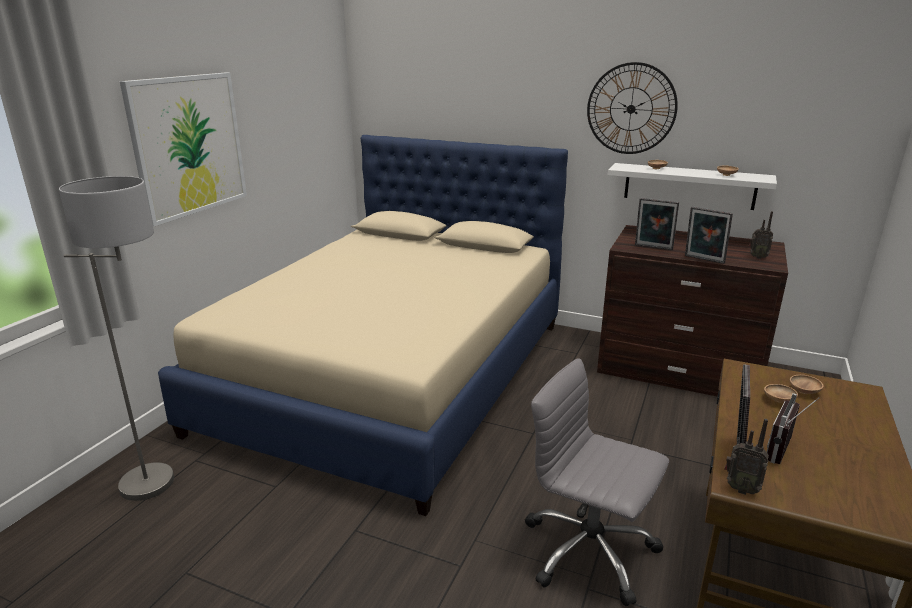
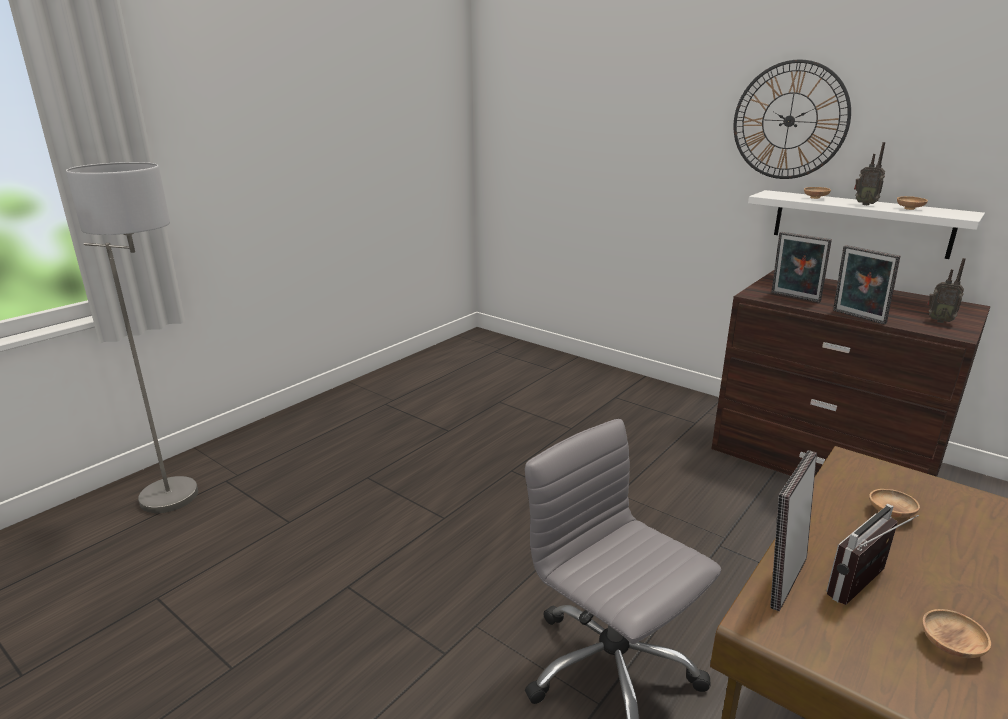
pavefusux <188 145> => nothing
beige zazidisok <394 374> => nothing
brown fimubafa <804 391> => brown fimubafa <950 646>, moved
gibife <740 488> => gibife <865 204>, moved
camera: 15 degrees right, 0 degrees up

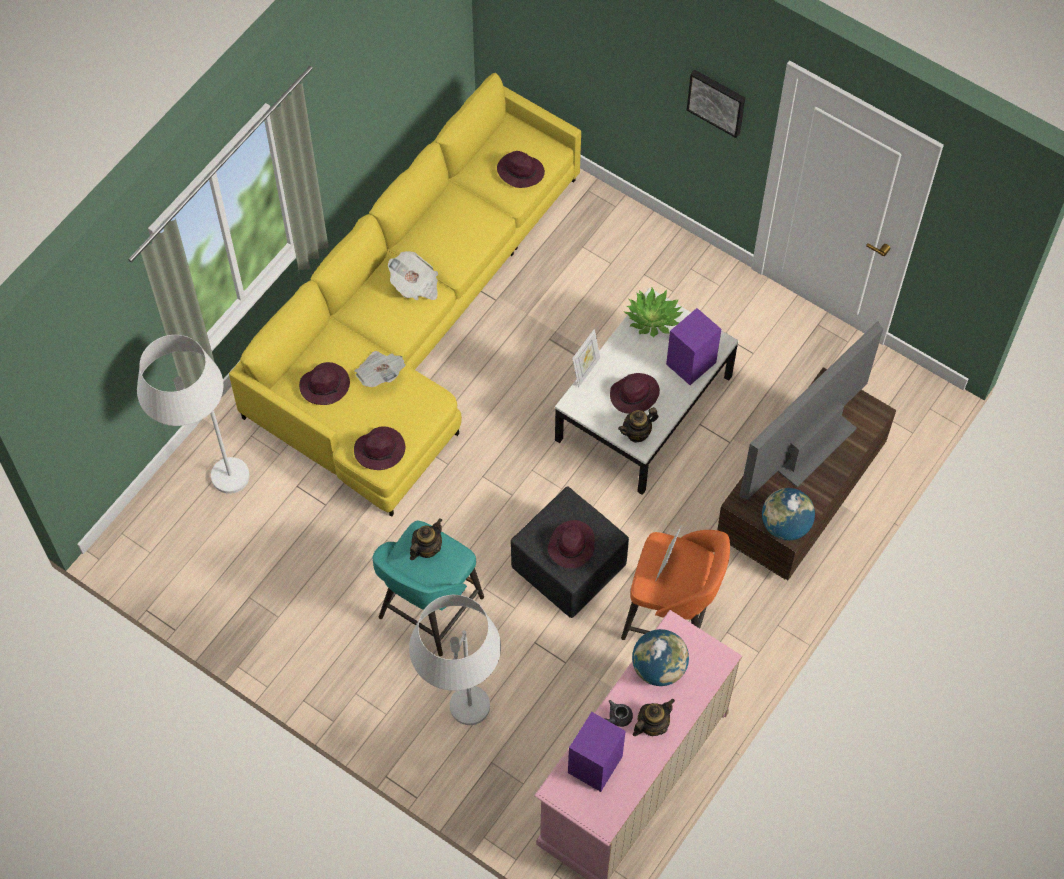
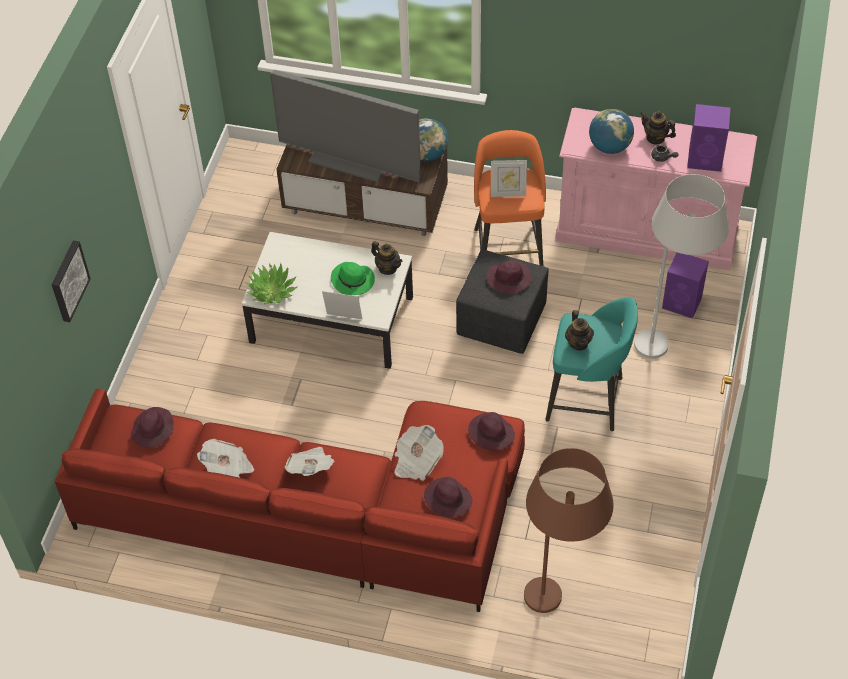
pavefusux <717 101> => pavefusux <68 280>, moved
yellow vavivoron <413 321> => red vavivoron <315 514>
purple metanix <690 364> => purple metanix <682 303>, moved
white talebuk <210 485> => brown talebuk <559 608>
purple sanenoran <634 395> => green sanenoran <353 281>
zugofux <426 548> => zugofux <578 342>, 120 degrees counterclockwise
nothing => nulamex <228 468>
camera: 110 degrees left, 10 degrees down

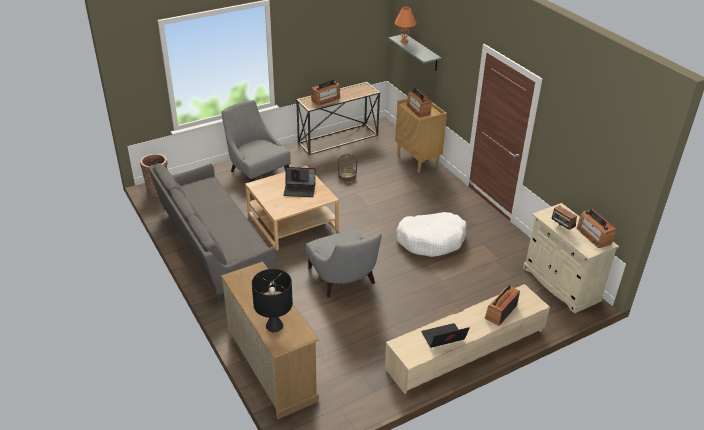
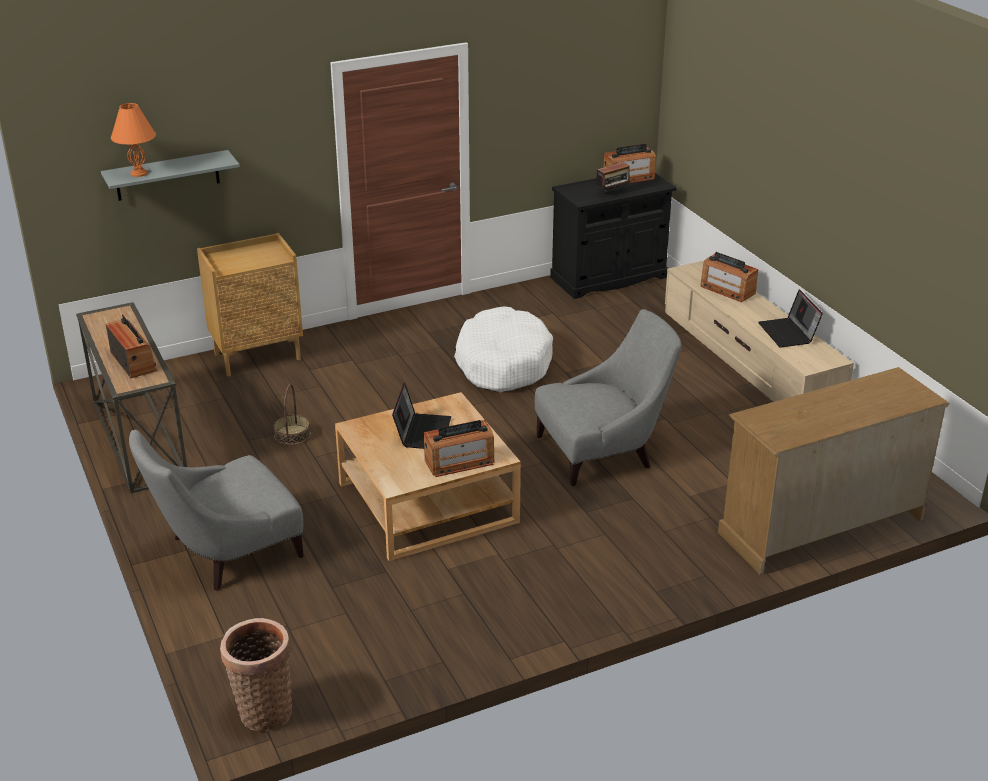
gibife <418 110> => gibife <459 462>, moved
grey vavivoron <213 246> => nothing
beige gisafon <561 284> => black gisafon <609 277>
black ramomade <274 327> => nothing
camera: 85 degrees left, 5 degrees down

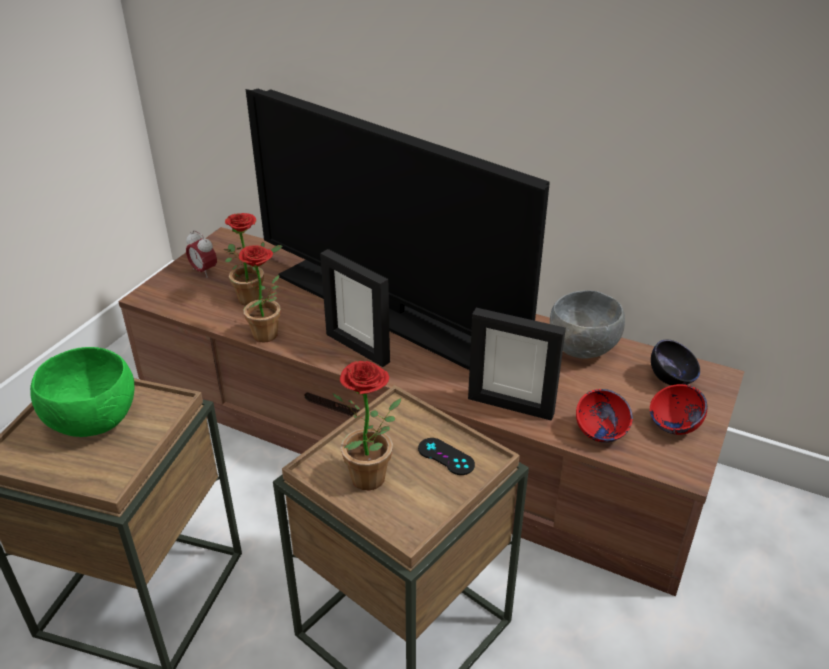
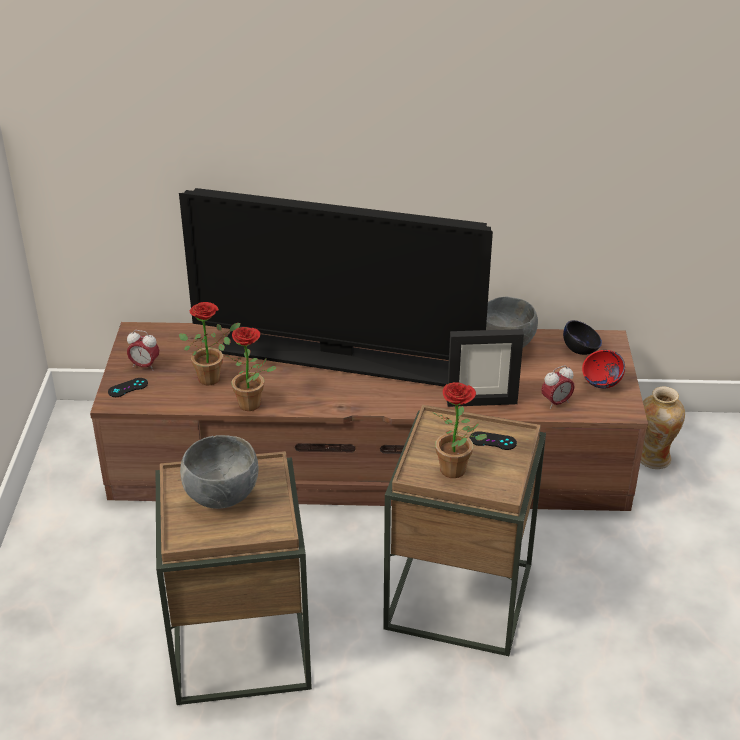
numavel <358 347> => nothing
green fimubafa <92 422> => grey fimubafa <221 496>
red fimubafa <600 433> => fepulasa <556 403>
nothing => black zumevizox <128 388>
nothing => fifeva <654 459>
camera: 25 degrees left, 0 degrees up

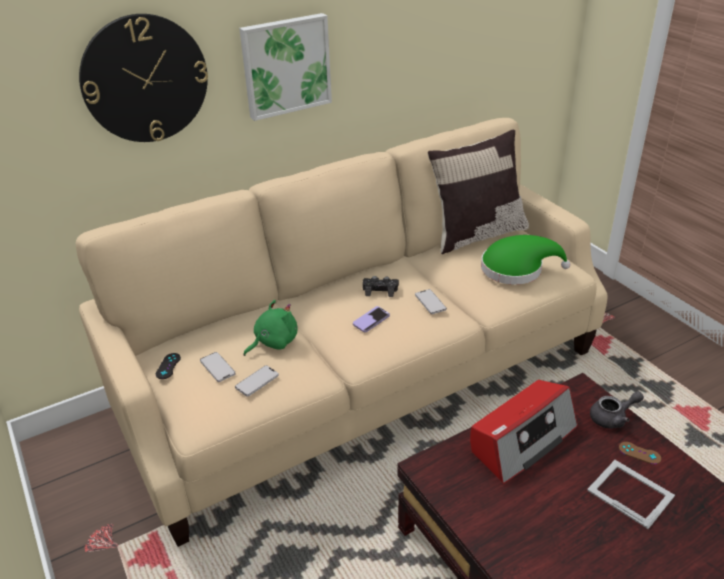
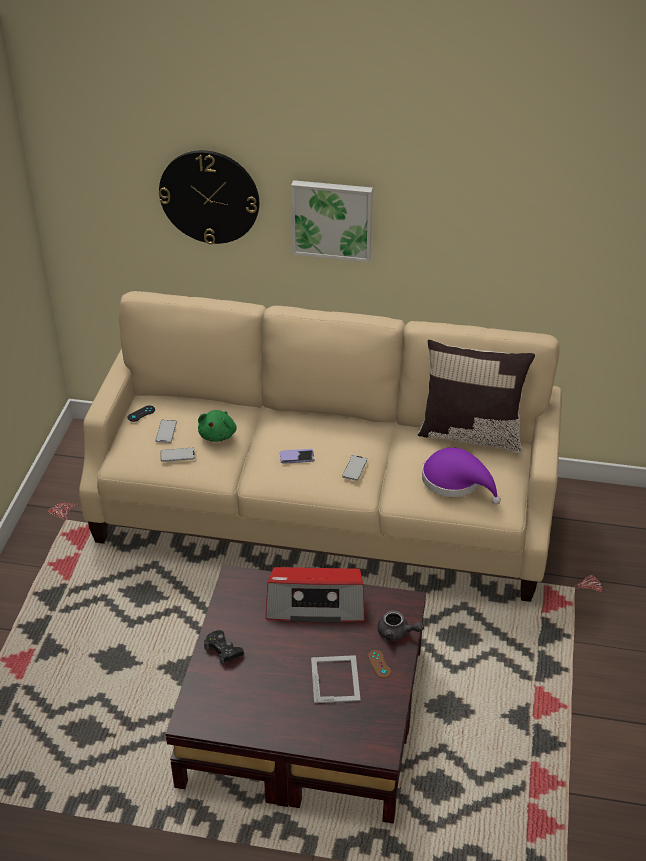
green sanenoran <516 269> => purple sanenoran <456 481>
black zumevizox <380 290> => black zumevizox <223 650>, moved
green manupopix <273 342> => green manupopix <218 435>, 105 degrees clockwise
camera: 40 degrees right, 5 degrees up

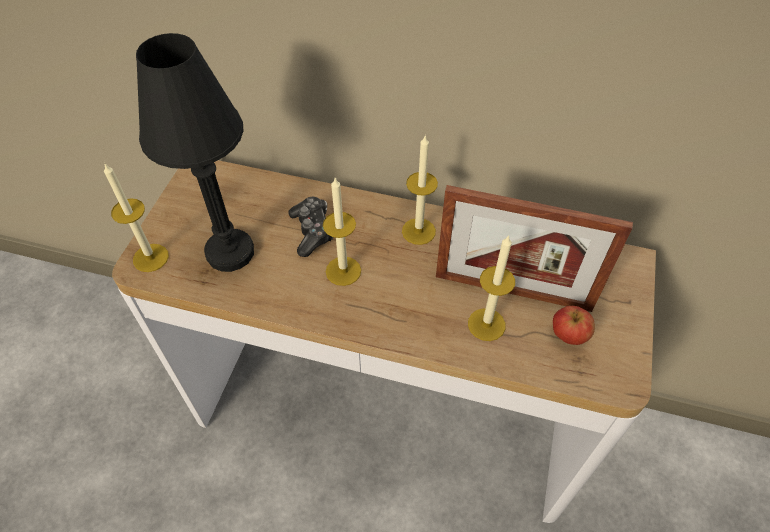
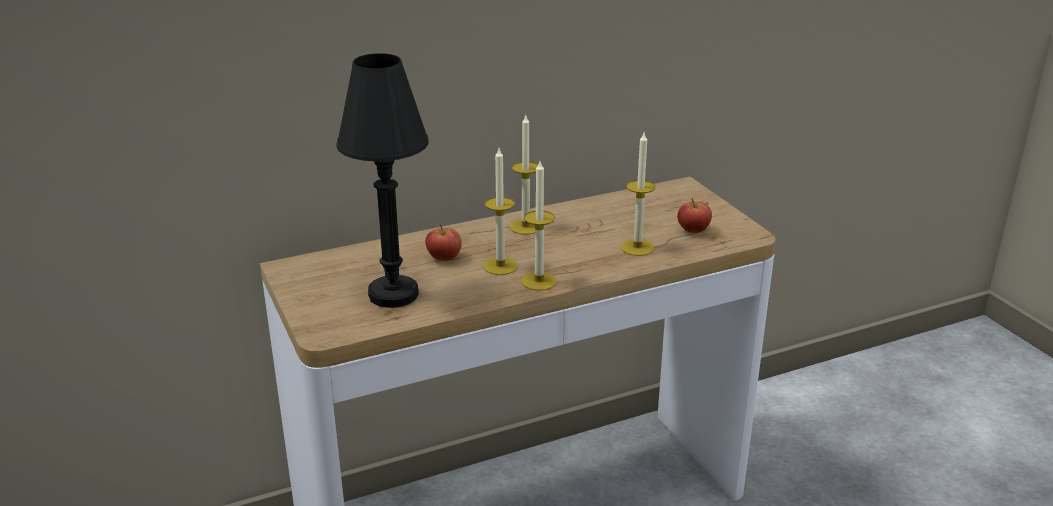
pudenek <150 258> => pudenek <539 281>, moved
numavel <512 291> => nothing
zumevizox <312 231> => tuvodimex <444 258>
camera: 40 degrees left, 25 degrees down

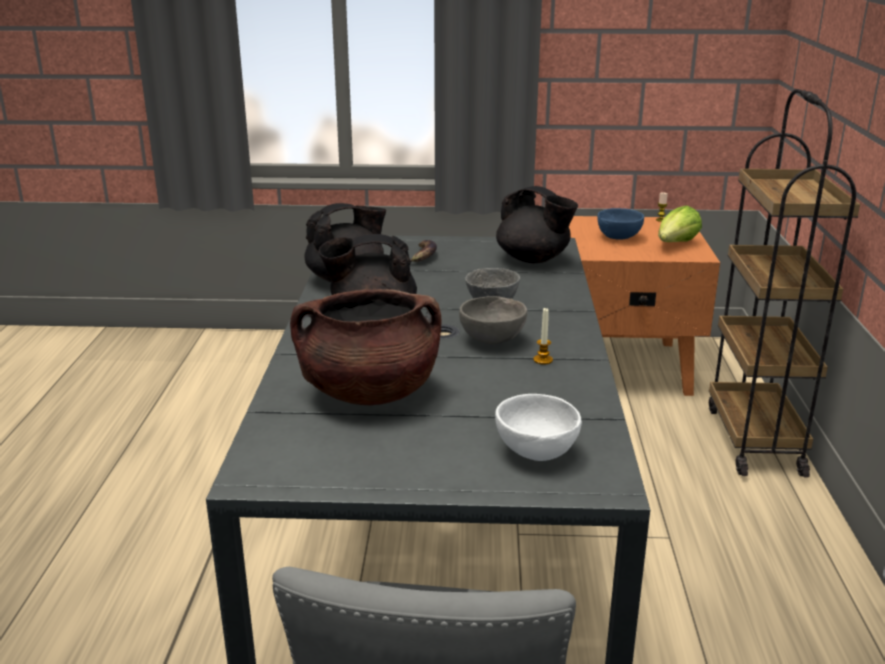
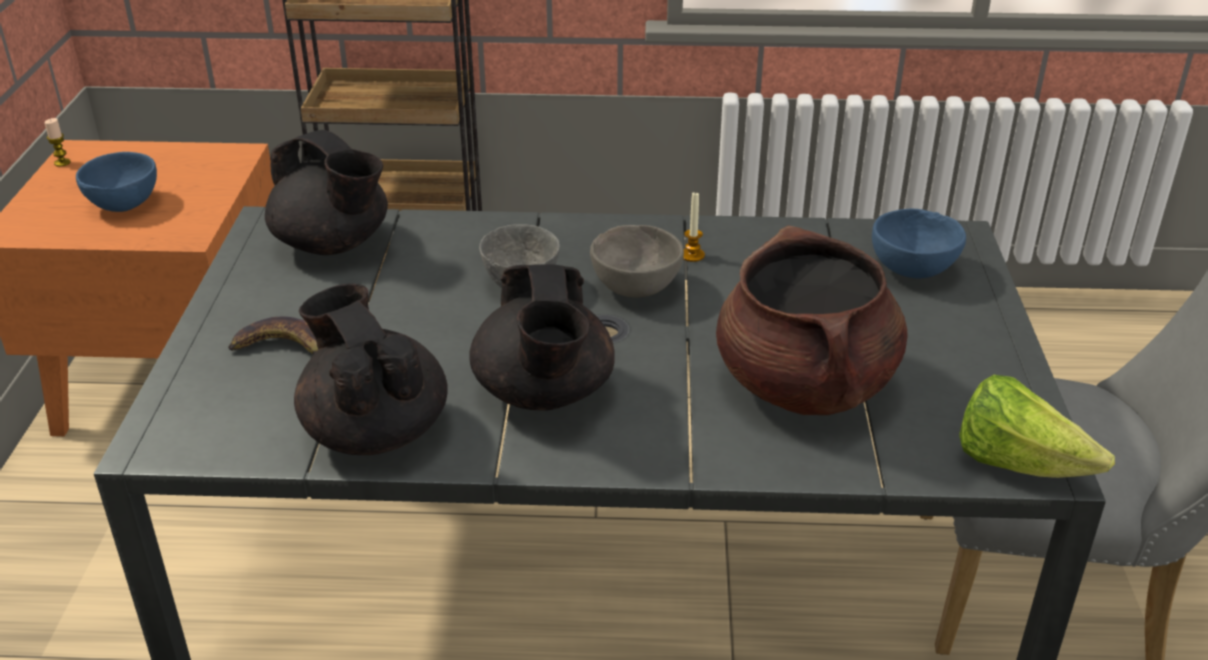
black zugofux <533 259> => black zugofux <333 244>, 90 degrees clockwise
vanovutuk <676 244> => vanovutuk <1017 463>, moved
white fimubafa <536 453> => blue fimubafa <914 270>
camera: 90 degrees left, 10 degrees up

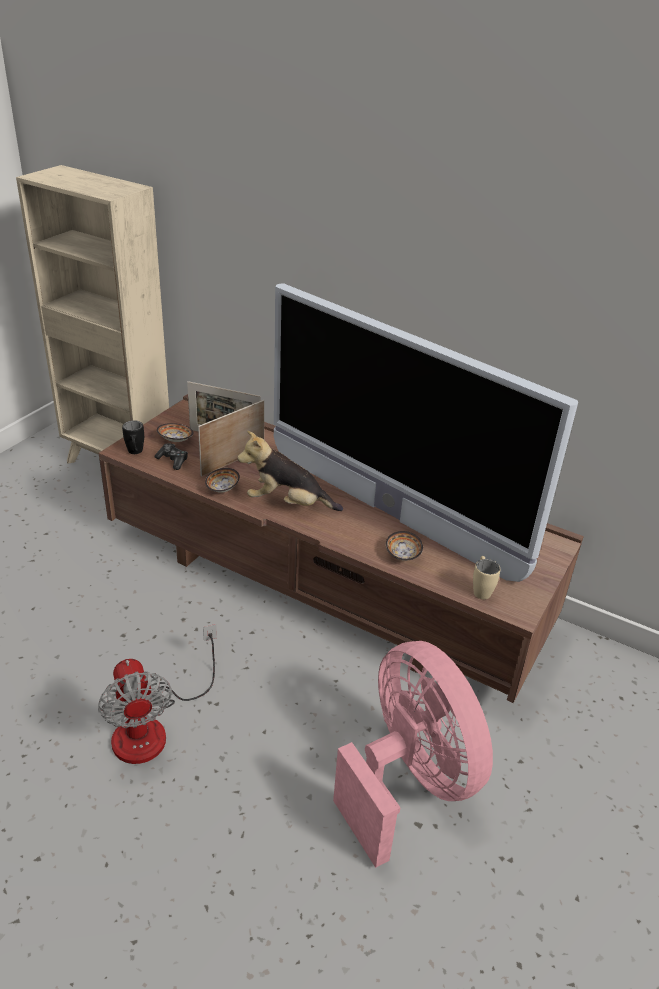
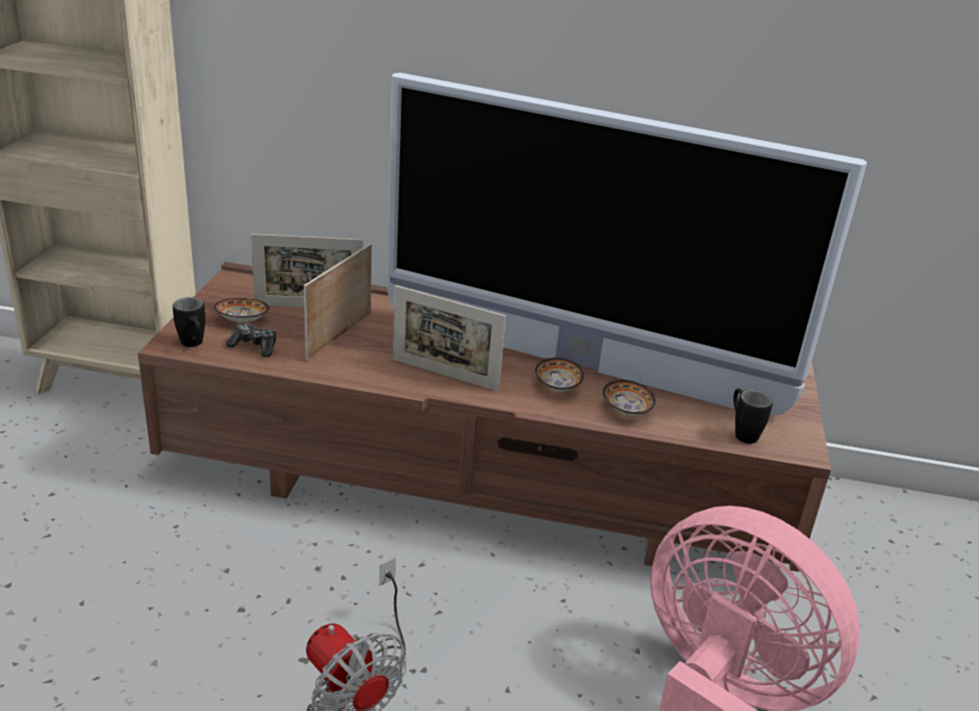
manupopix <288 503> => numavel <444 375>
fimubafa <222 488> => fimubafa <557 386>, moved
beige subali <481 589> => black subali <742 432>
camera: 20 degrees left, 5 degrees down

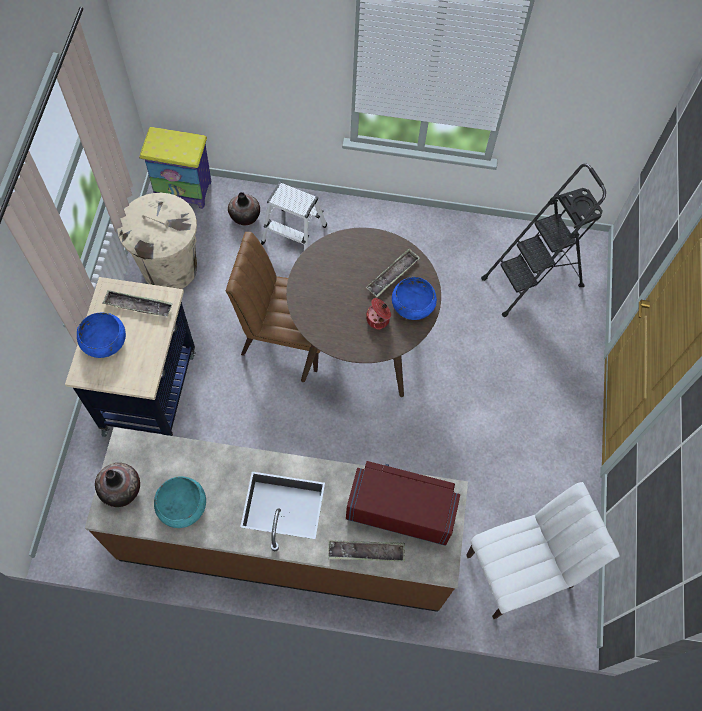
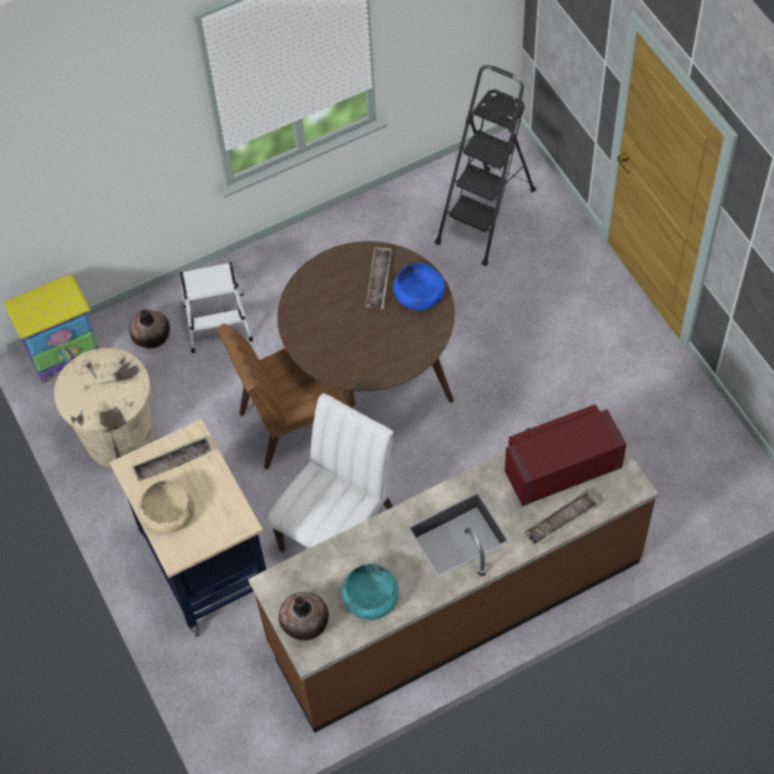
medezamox <378 319> => nothing
blue fimubafa <103 340> => beige fimubafa <168 513>
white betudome <518 572> => white betudome <338 532>, moved
camera: 30 degrees left, 5 degrees down

